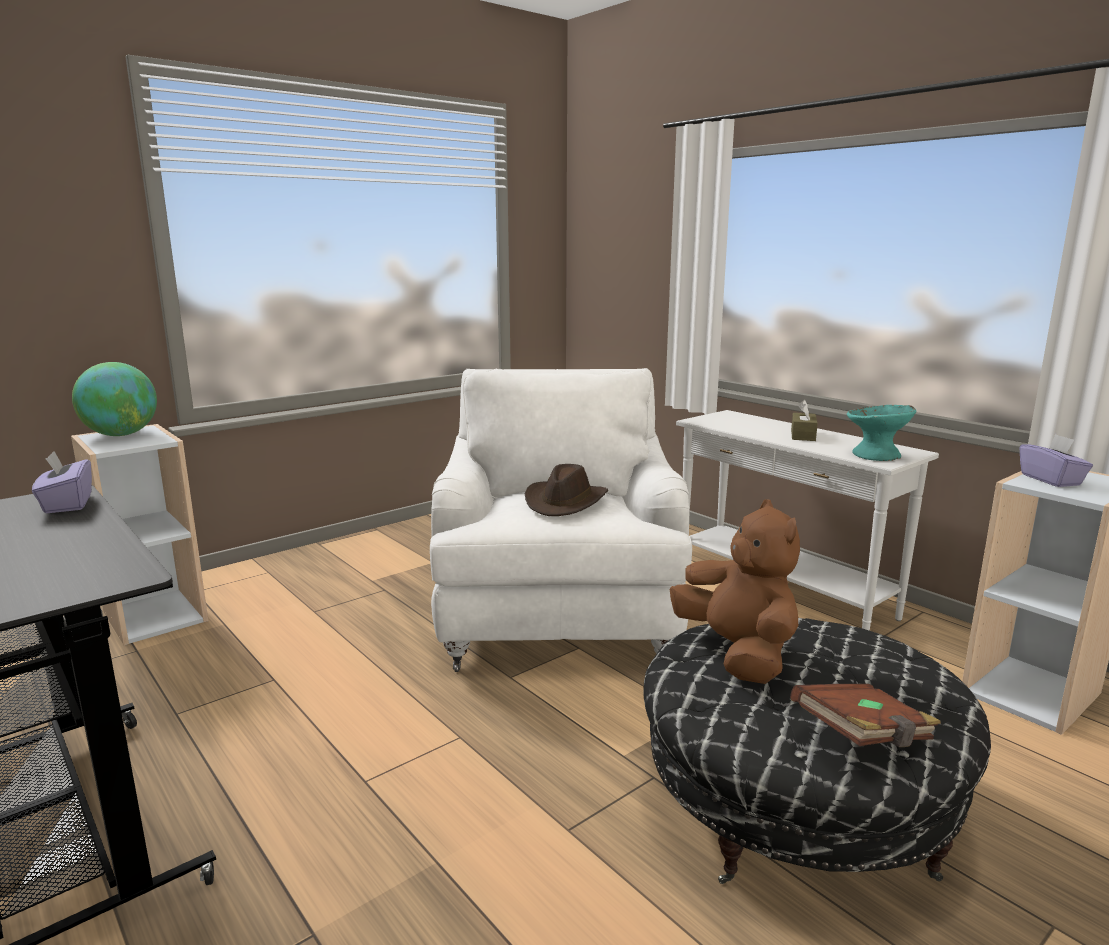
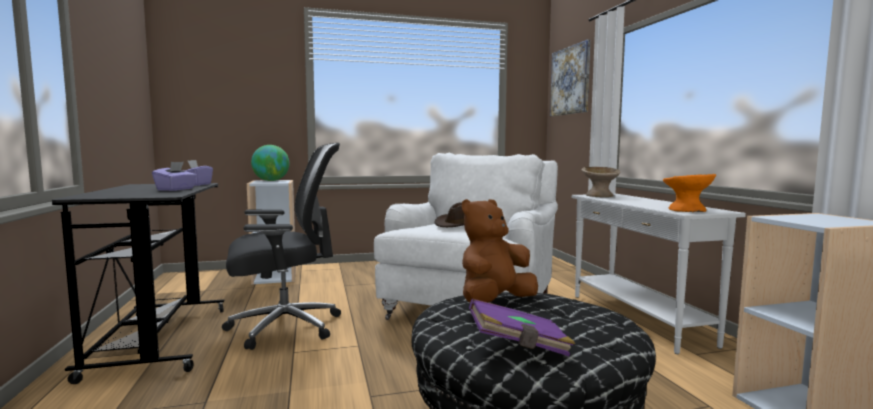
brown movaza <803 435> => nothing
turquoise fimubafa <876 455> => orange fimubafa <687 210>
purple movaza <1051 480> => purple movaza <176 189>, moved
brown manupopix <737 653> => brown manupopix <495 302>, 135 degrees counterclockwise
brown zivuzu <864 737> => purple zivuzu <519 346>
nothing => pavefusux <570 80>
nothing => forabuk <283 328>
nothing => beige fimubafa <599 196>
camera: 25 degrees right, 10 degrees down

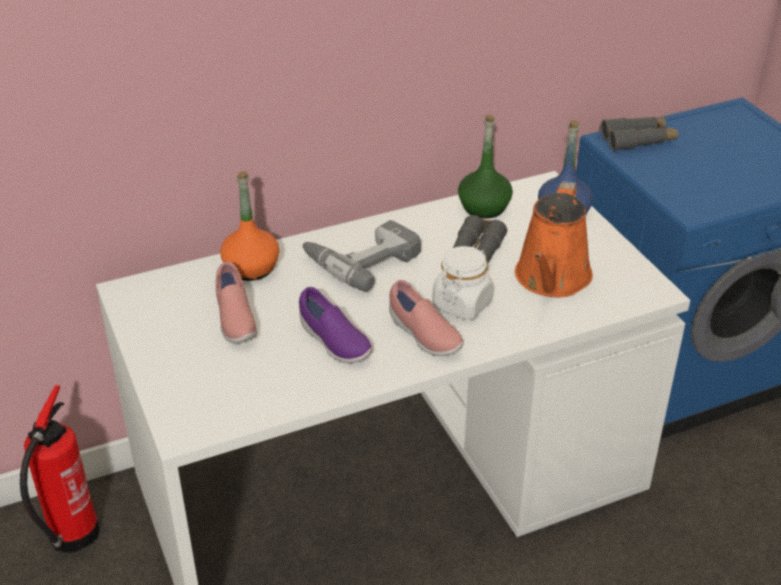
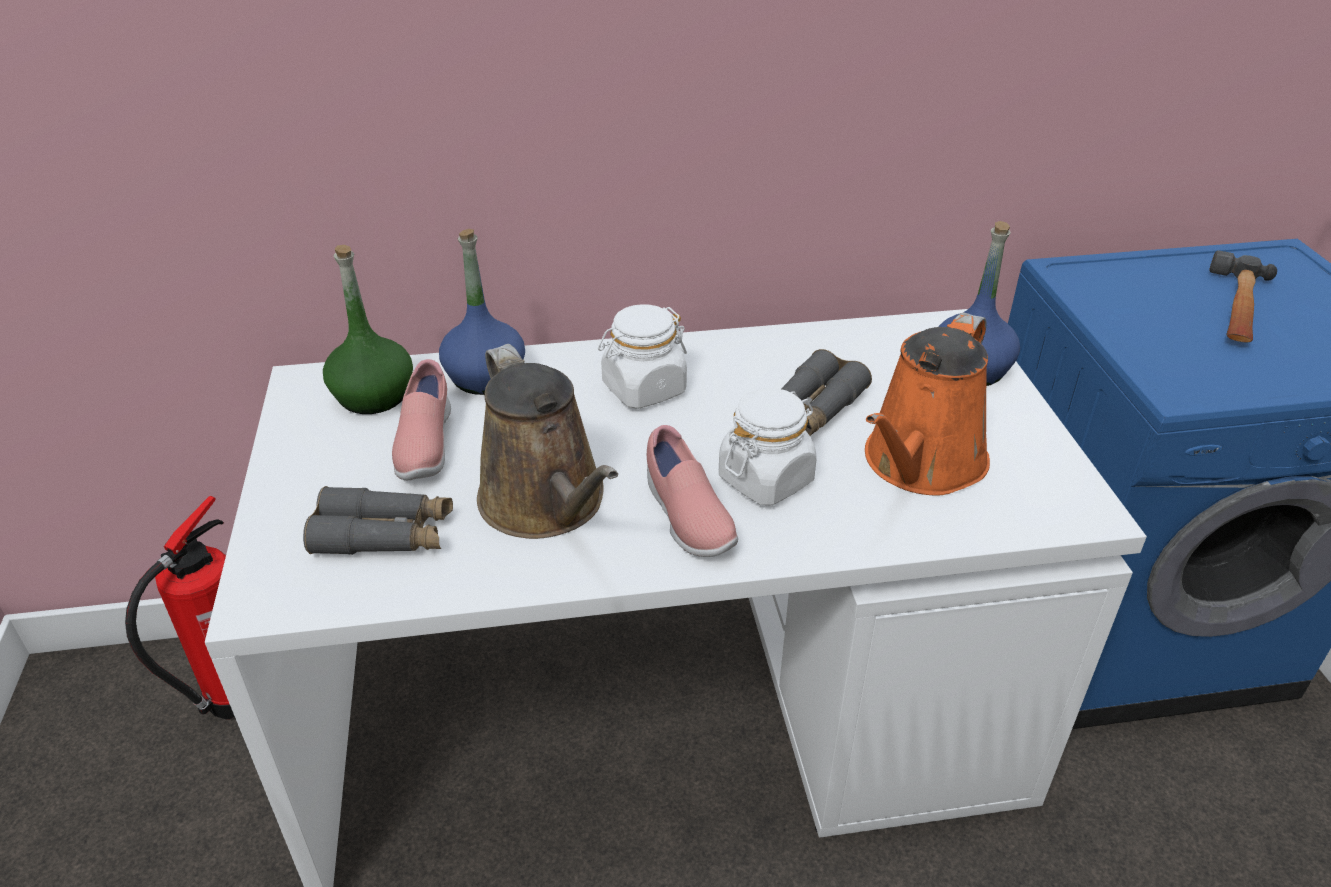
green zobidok <484 207> => green zobidok <374 396>, moved
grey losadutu <638 140> => grey losadutu <384 535>, moved
orange zobidok <251 268> => blue zobidok <485 377>
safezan <361 259> => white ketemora <643 389>
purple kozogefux <333 342> => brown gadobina <547 504>
nothing => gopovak <1236 308>
camera: 15 degrees right, 0 degrees up

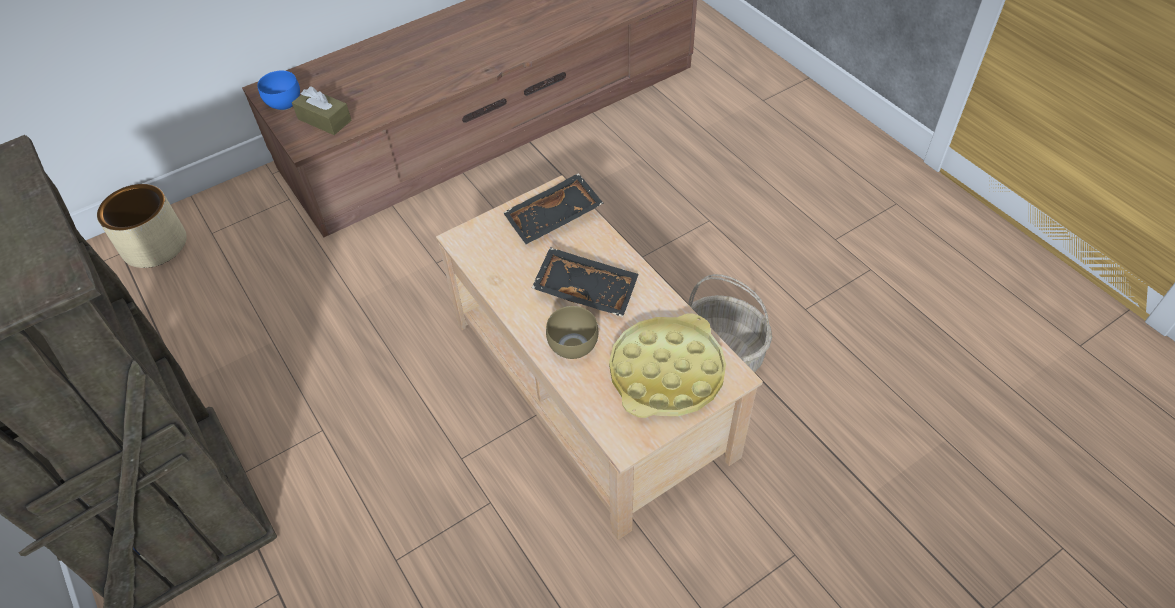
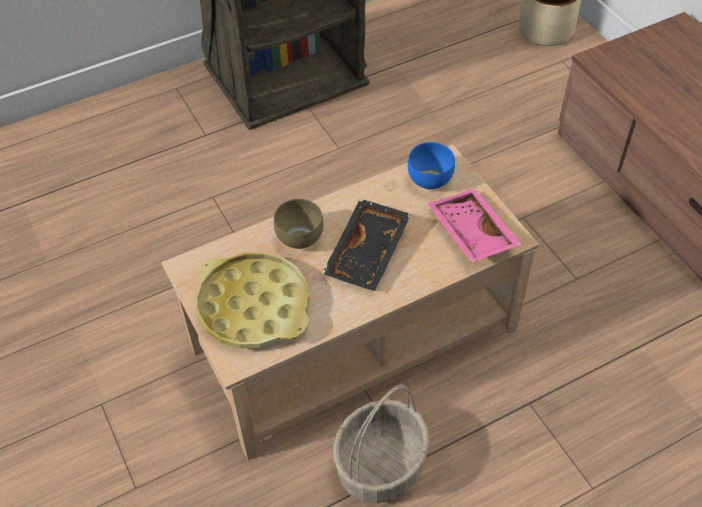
blue fimubafa <283 104> => blue fimubafa <428 179>, moved
brown movaza <324 120> => nothing
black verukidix <554 218> => pink verukidix <470 233>
camera: 95 degrees right, 0 degrees up

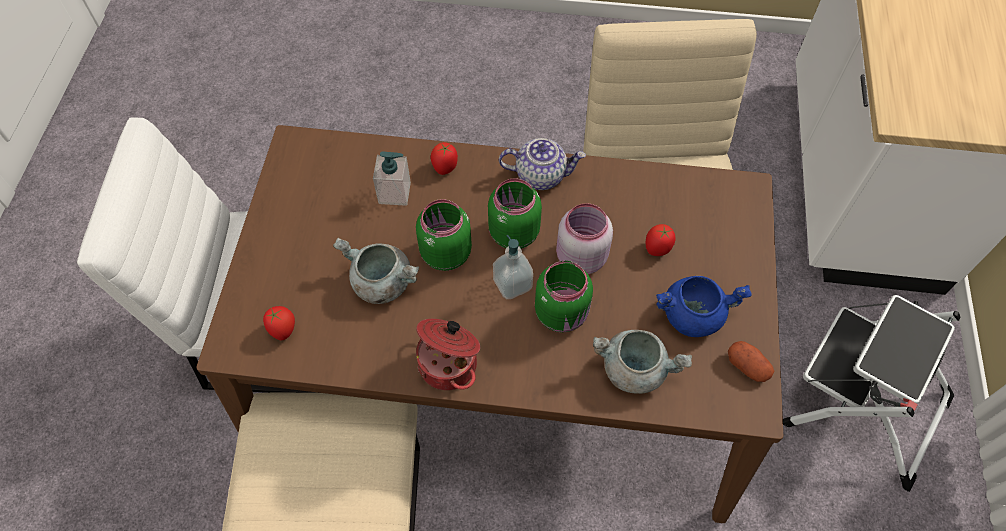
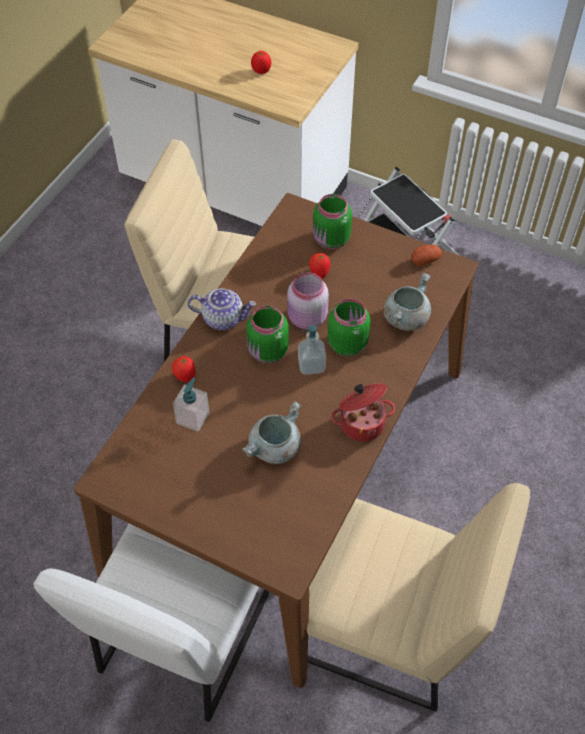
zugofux <541 175> => zugofux <223 318>, 75 degrees clockwise
green ketemora <444 253> => green ketemora <331 240>, moved
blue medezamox <692 314> => nothing
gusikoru <283 330> => gusikoru <261 71>, moved
camera: 70 degrees left, 5 degrees down

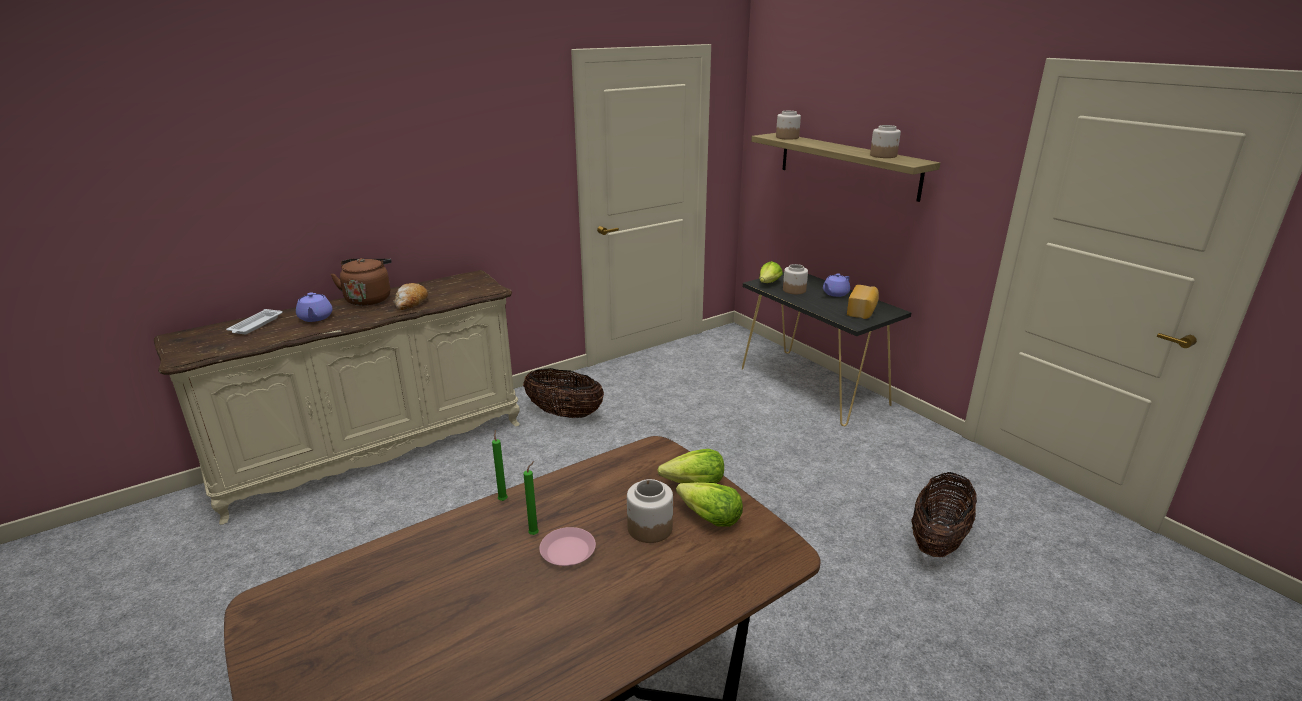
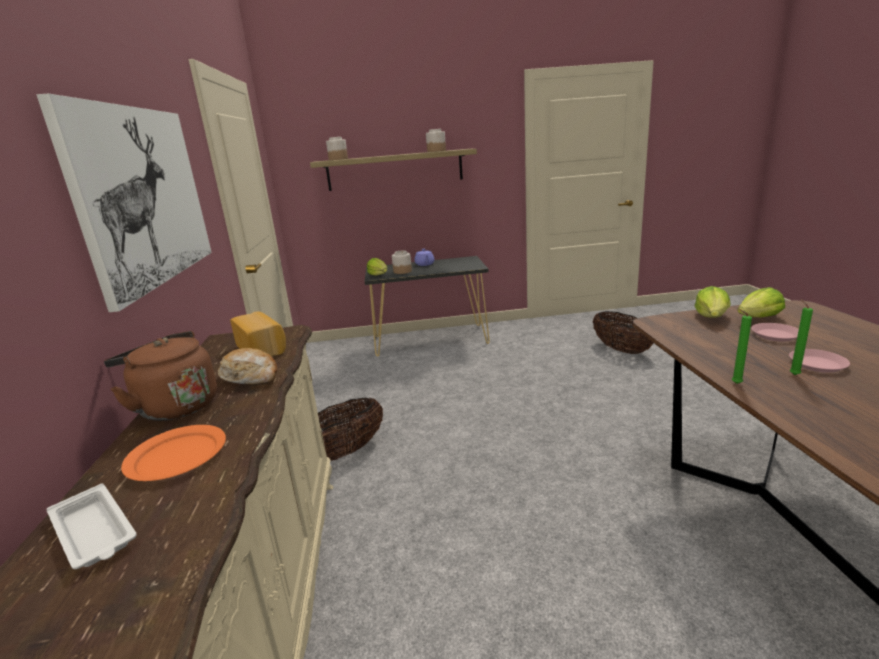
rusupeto <862 311> => rusupeto <263 348>, moved
purple zugofux <315 318> => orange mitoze <177 455>
ketemora <649 527> => pink mitoze <775 335>
nothing => pavefusux <144 196>
camera: 60 degrees left, 5 degrees down

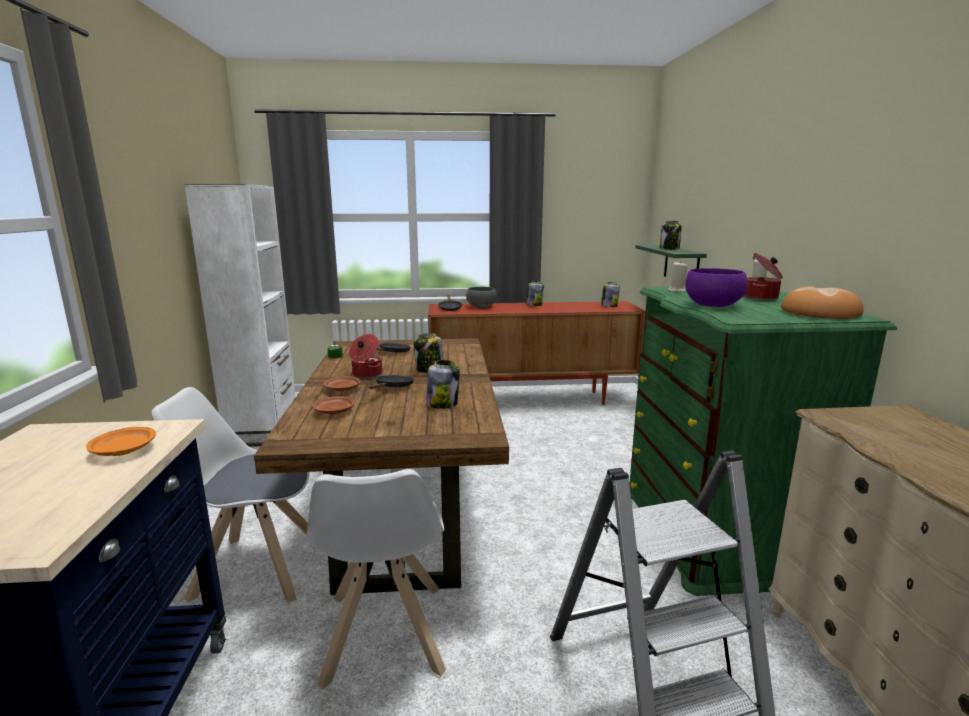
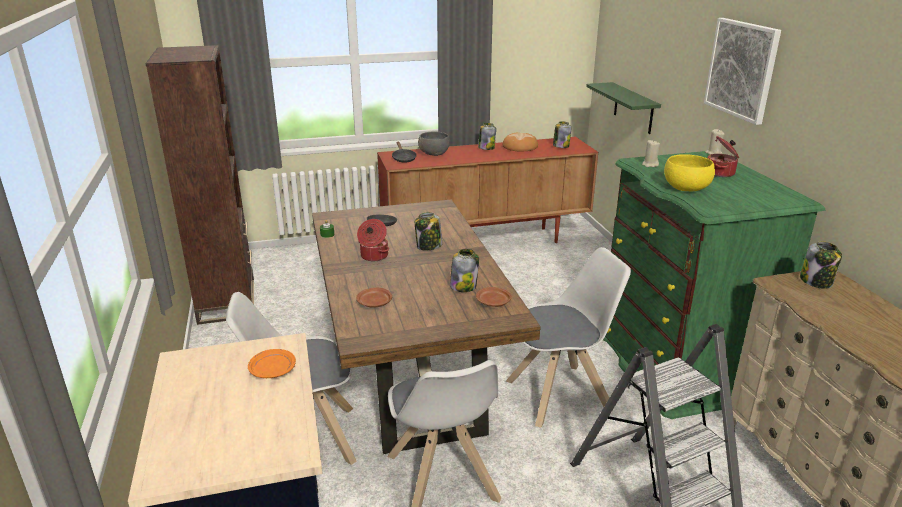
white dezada <263 430> => brown dezada <227 301>
ketemora <669 248> => ketemora <816 281>, moved
purple fimubafa <713 305> => yellow fimubafa <686 188>
rusupeto <820 312> => rusupeto <520 146>, moved
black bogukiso <392 387> => nothing
brown mitoze <342 389> => brown mitoze <493 302>, moved
nothing => pavefusux <742 69>
nothing => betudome <561 394>
camera: 10 degrees left, 10 degrees up

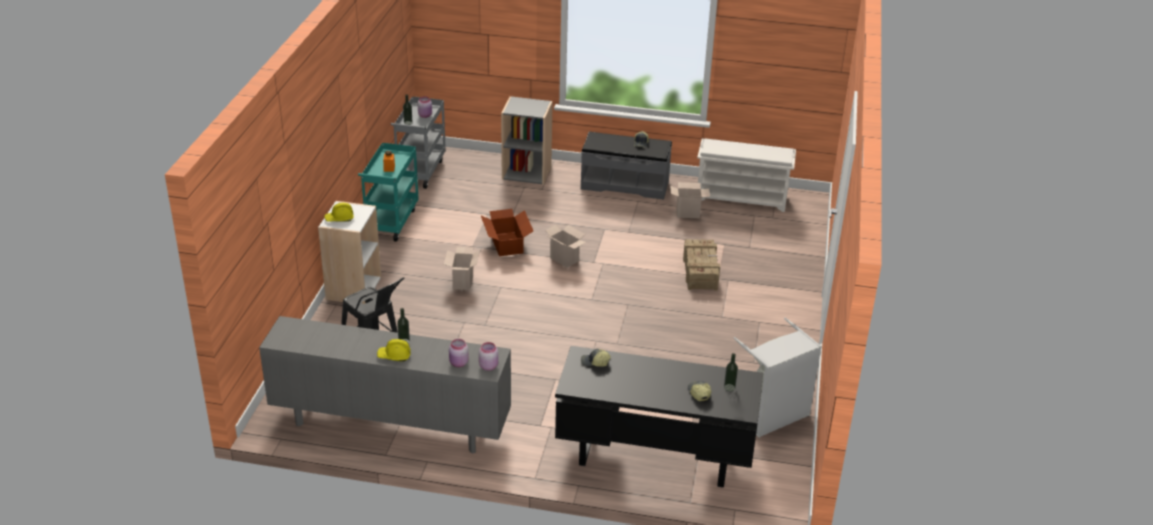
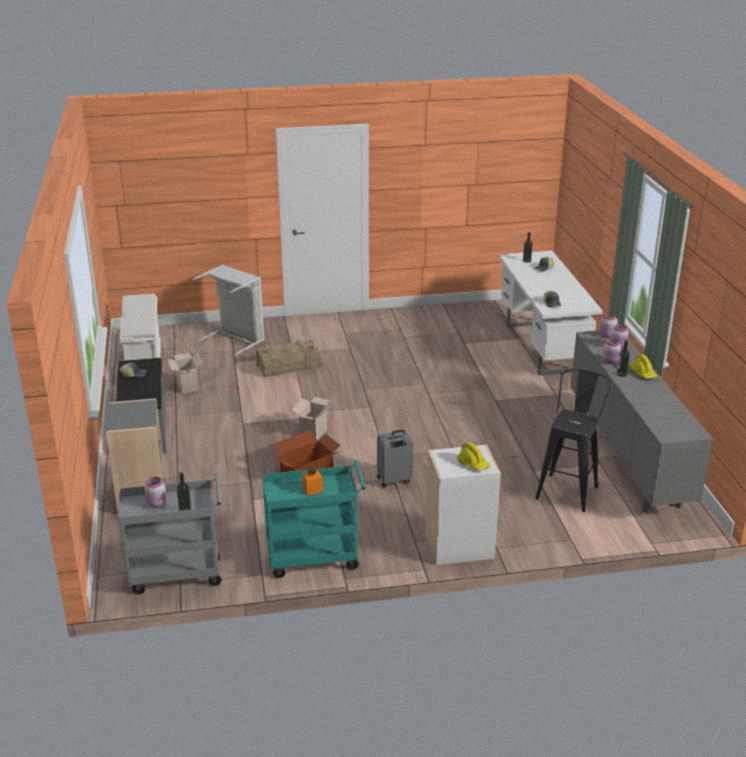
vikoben <462 281> => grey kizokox <394 480>
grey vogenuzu <772 416> => grey vogenuzu <236 339>, moved
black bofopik <653 458> => white bofopik <542 348>
nothing => pink ketemora <611 361>
camera: 110 degrees left, 5 degrees down

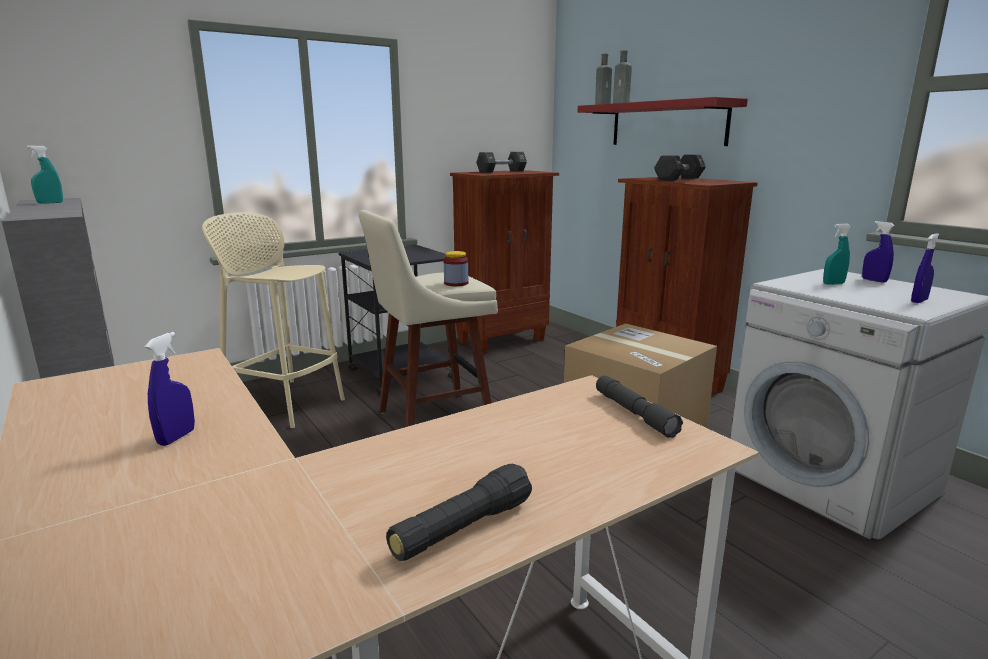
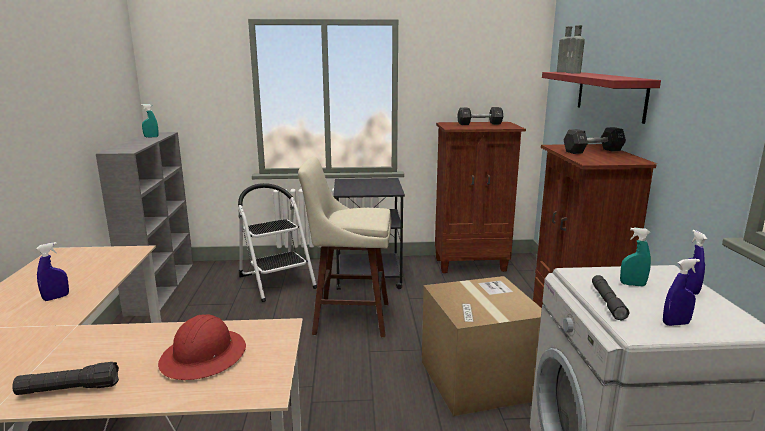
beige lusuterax <285 404> => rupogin <276 281>
ketemora <456 283> => nothing
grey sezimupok <634 413> => grey sezimupok <607 302>, moved
nothing => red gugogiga <204 356>
camera: 30 degrees right, 0 degrees up

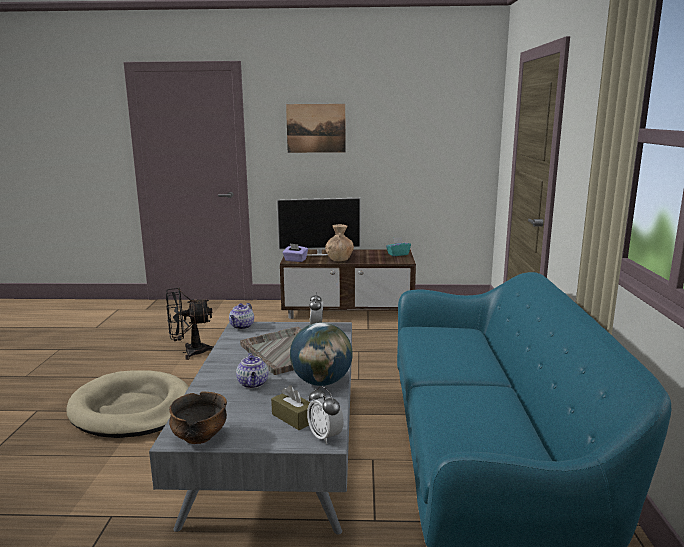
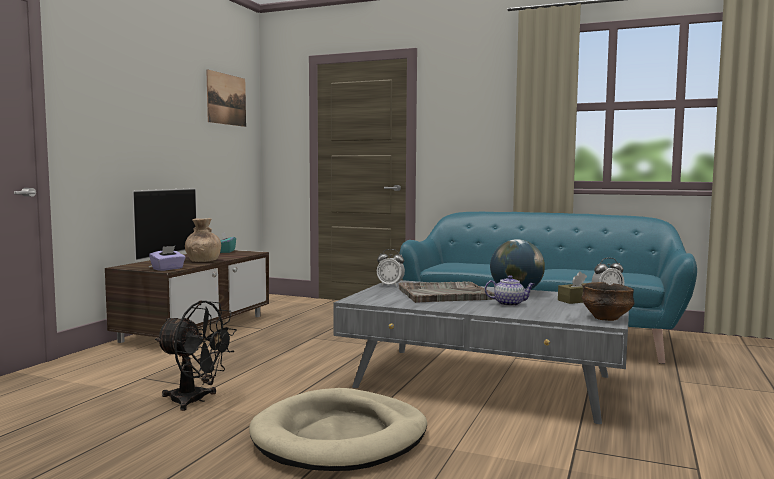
pavefusux <316 128> => pavefusux <226 99>, moved
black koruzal <189 352> => black koruzal <195 400>, 75 degrees counterclockwise
zugofux <242 326> => nothing
camera: 70 degrees left, 10 degrees down

